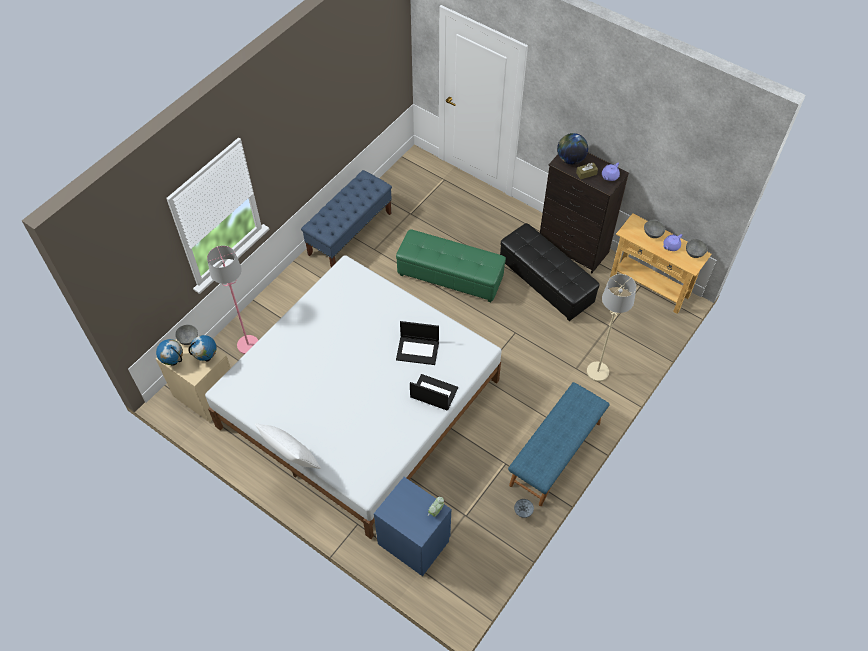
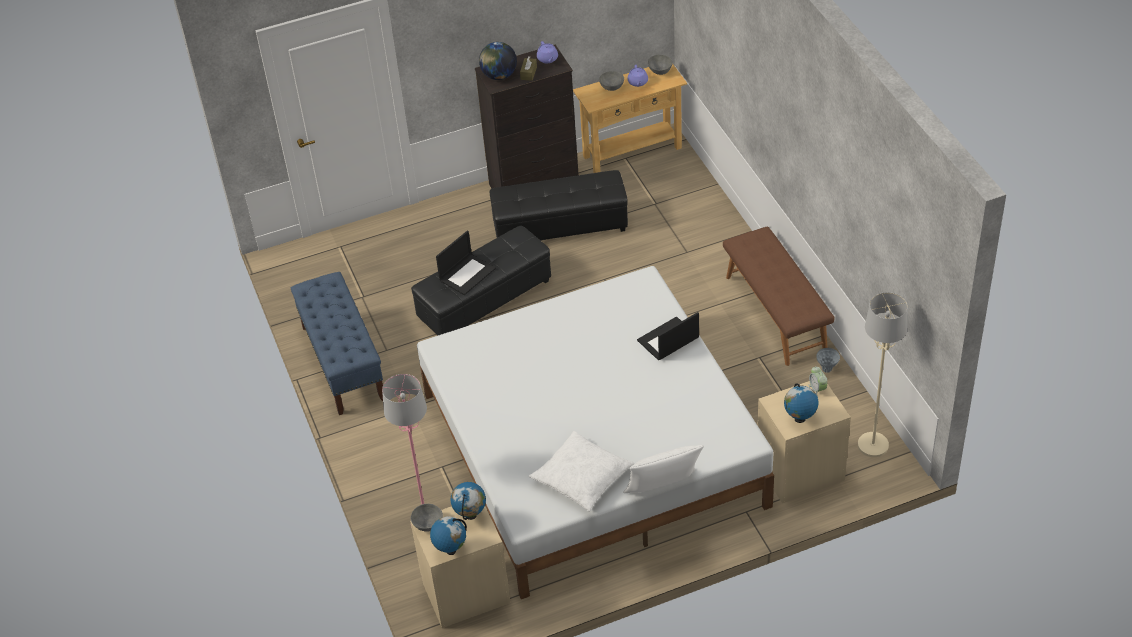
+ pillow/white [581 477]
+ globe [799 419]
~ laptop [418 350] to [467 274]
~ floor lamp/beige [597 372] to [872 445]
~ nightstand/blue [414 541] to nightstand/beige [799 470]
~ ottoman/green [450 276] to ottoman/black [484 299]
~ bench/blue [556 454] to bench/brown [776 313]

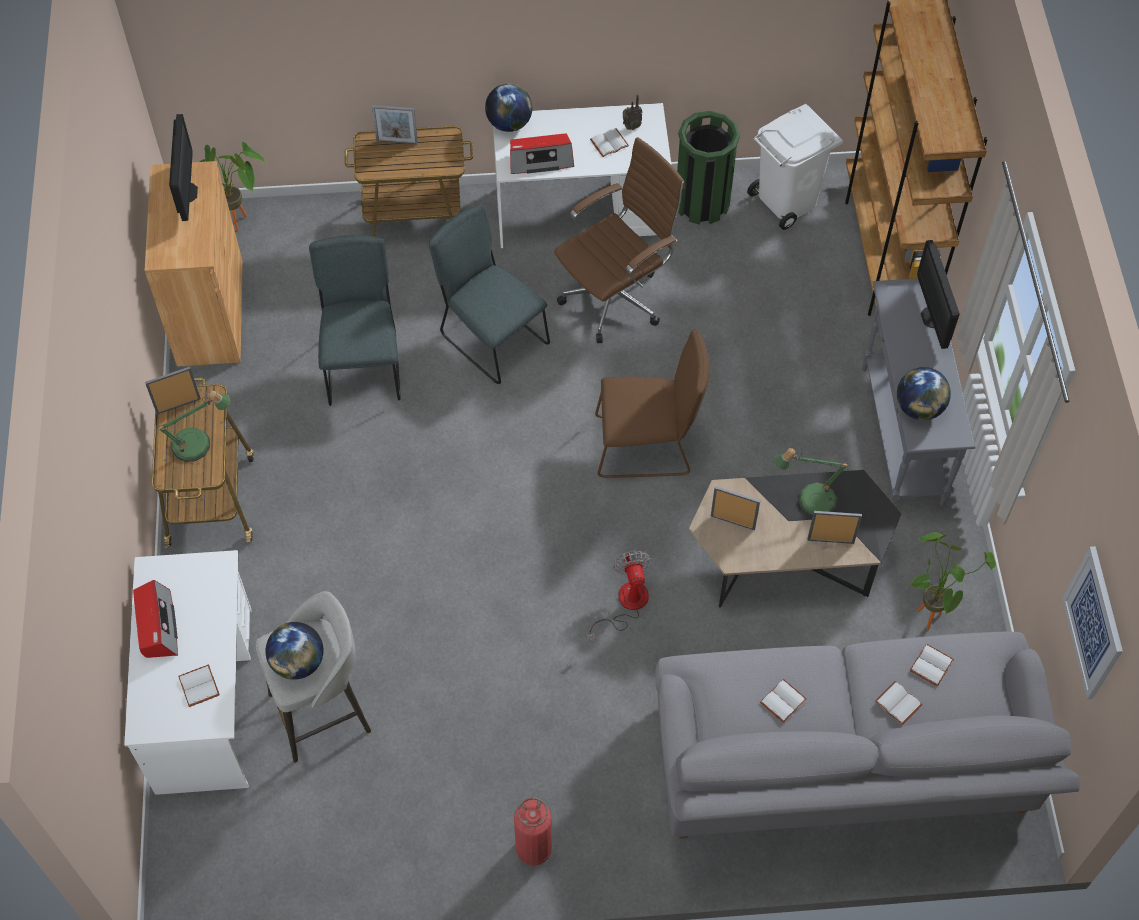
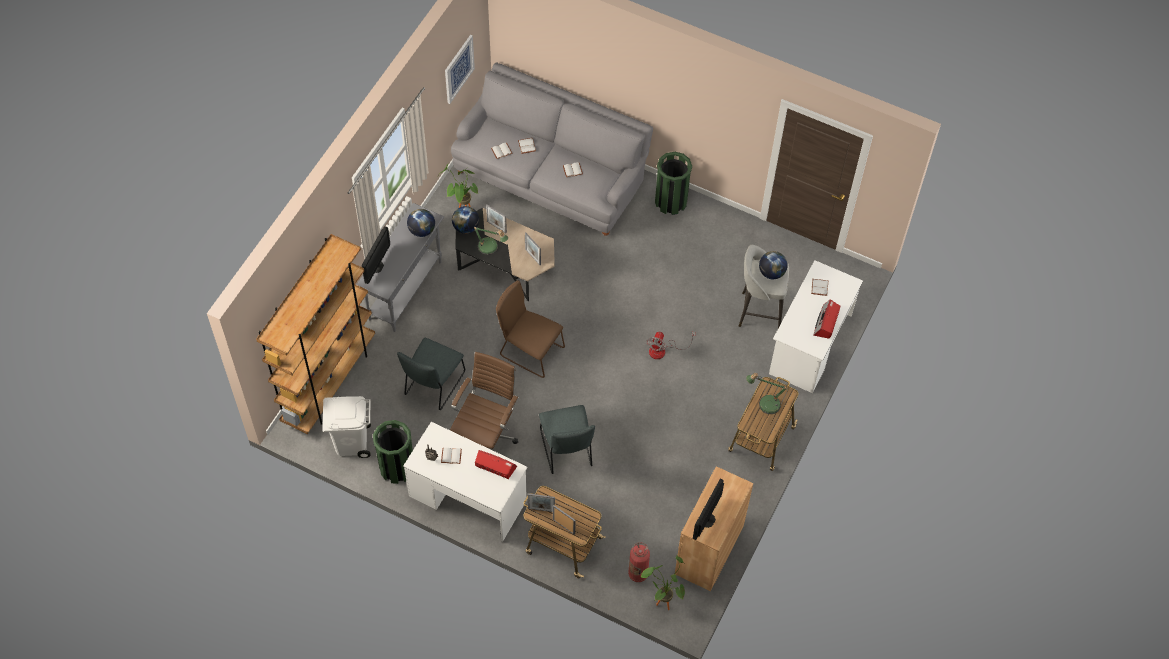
+ trash can/green [671 201]
~ picture frame [178 405] to [541 509]
~ chair/grey [363 364] to [433 386]
~ globe [509 123] to [466 227]
~ fire extinguisher [533 849] to [638 574]
~ fan [625 604] to [663 350]
~ office chair/brown [616 298] = [486 437] 120 degrees clockwise

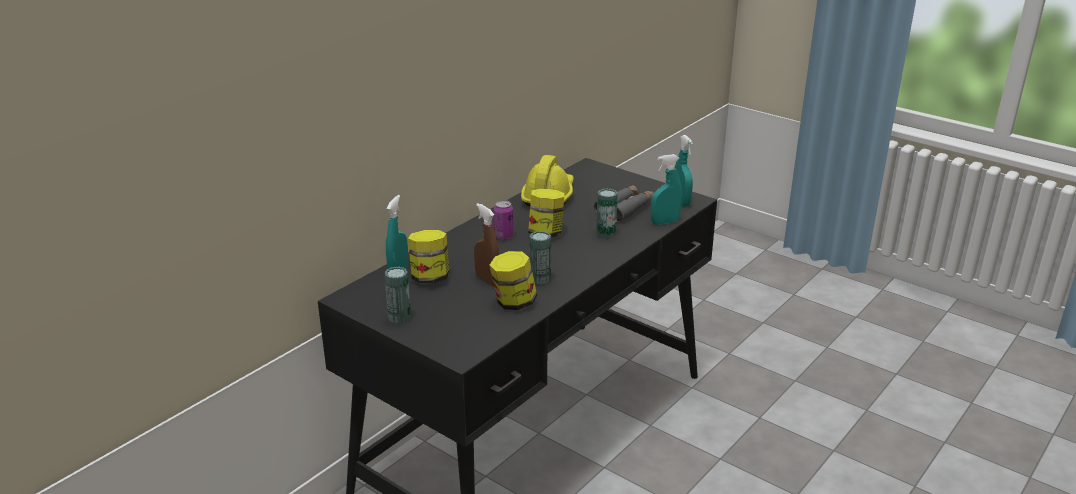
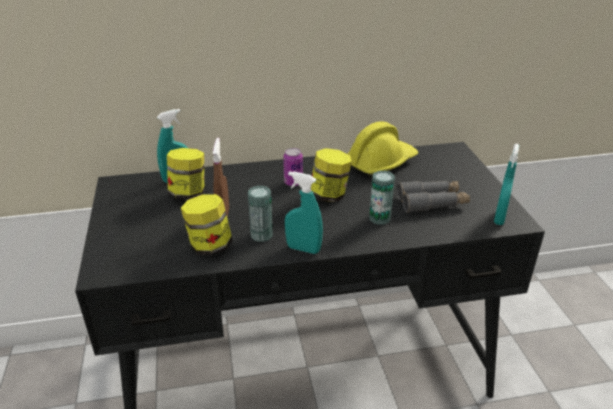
- can [399 318]
~ spray bottle/turquoise [664 222] to [303 249]

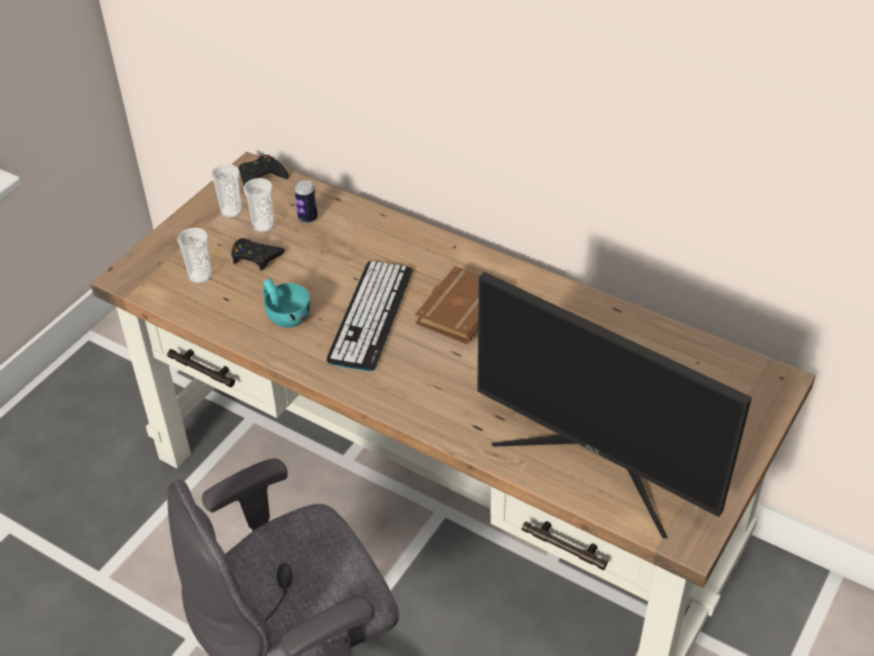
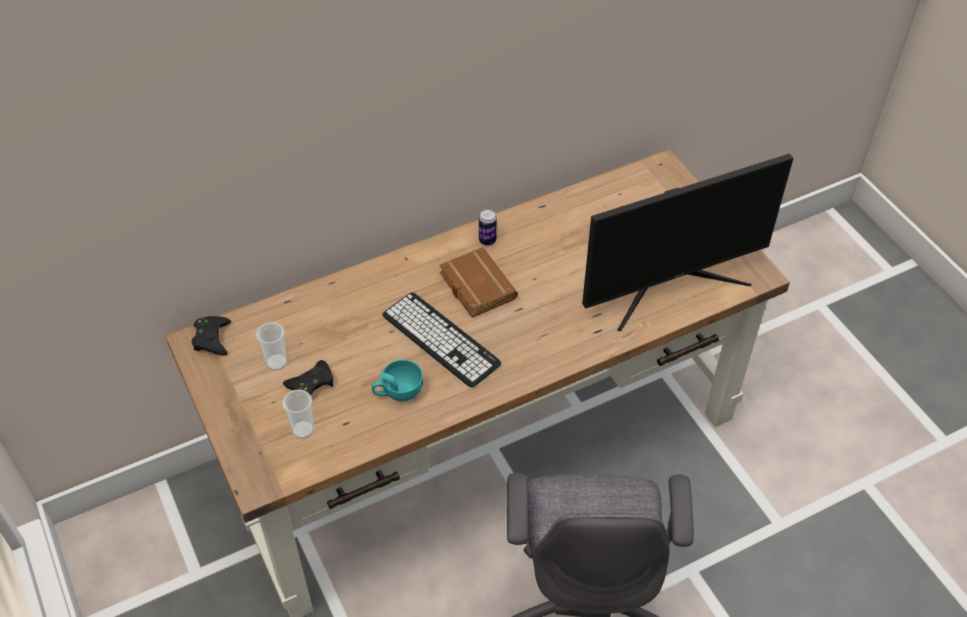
- cup [231 211]
~ can [308 218] to [487 240]

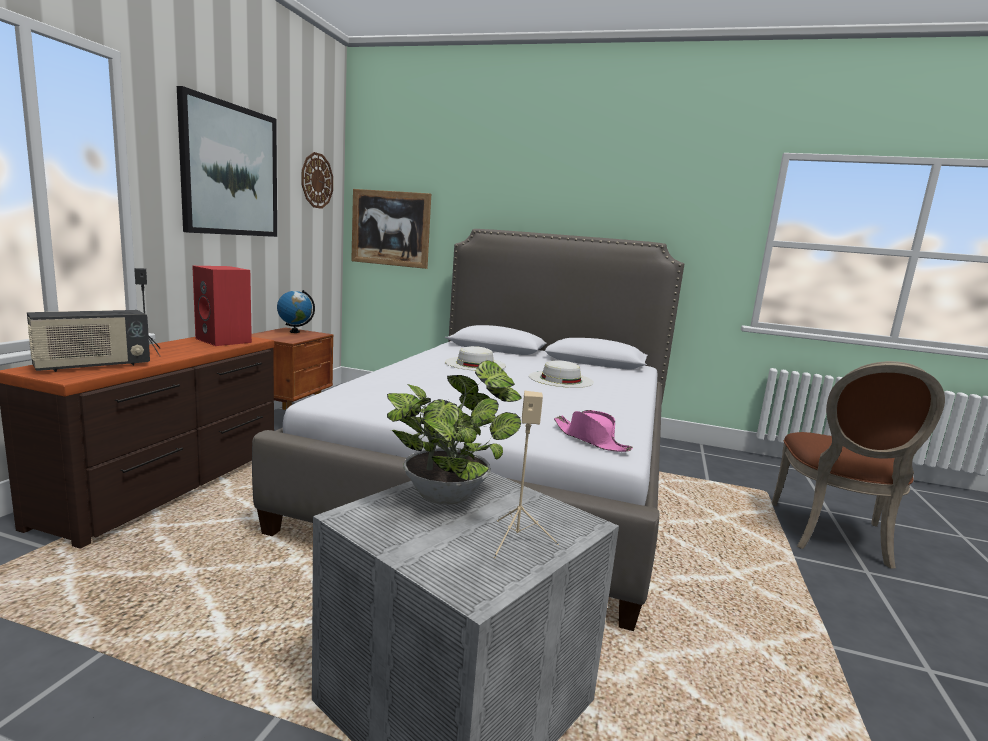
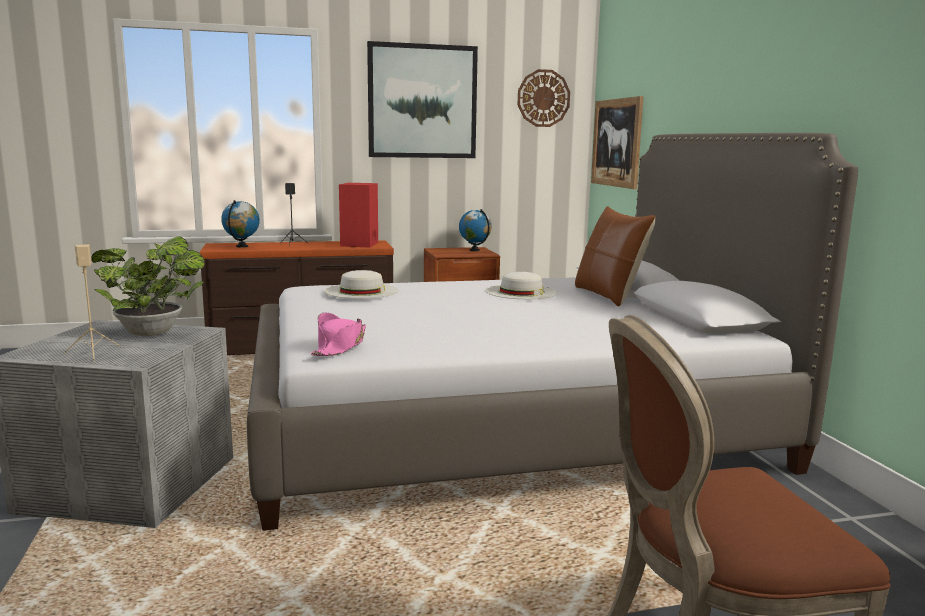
+ pillow/brown [608 295]
~ hat/white [561 379] to [362 291]
~ radio [92 366] to globe [242 246]

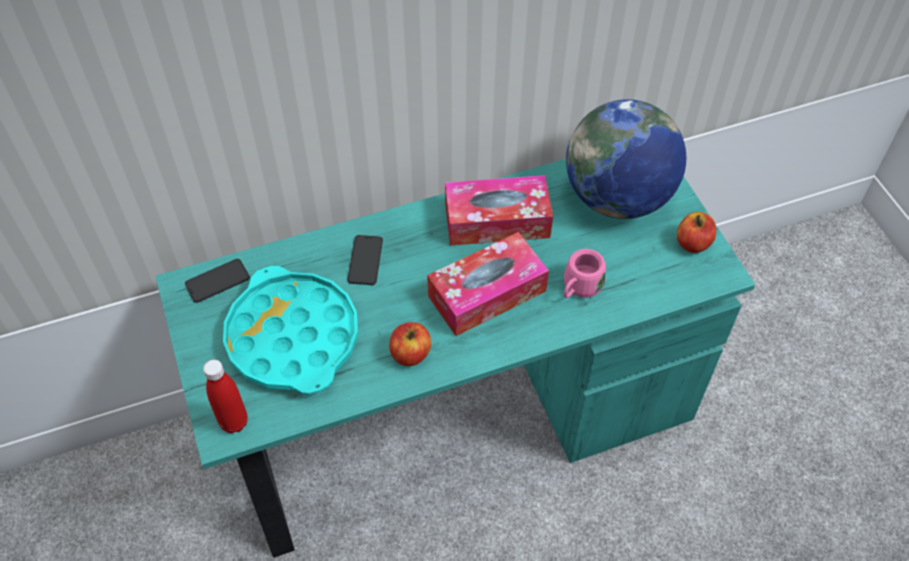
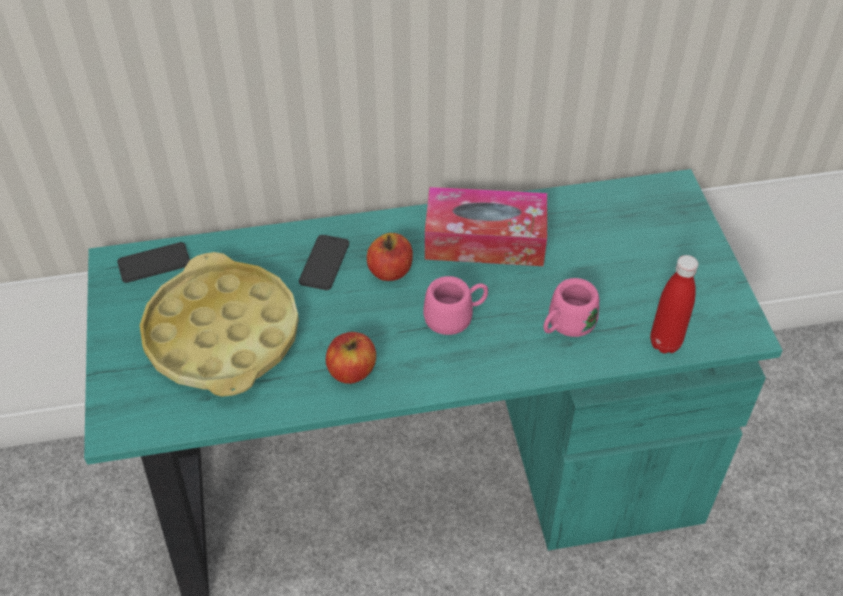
- globe [617 197]
~ bottle/red [234 422] to [665 343]
~ apple [693 243] to [390 271]
~ tissue box [487 293] to mug/pink [456 317]
~ tray/turquoise [293 337] to tray/yellow [222 334]

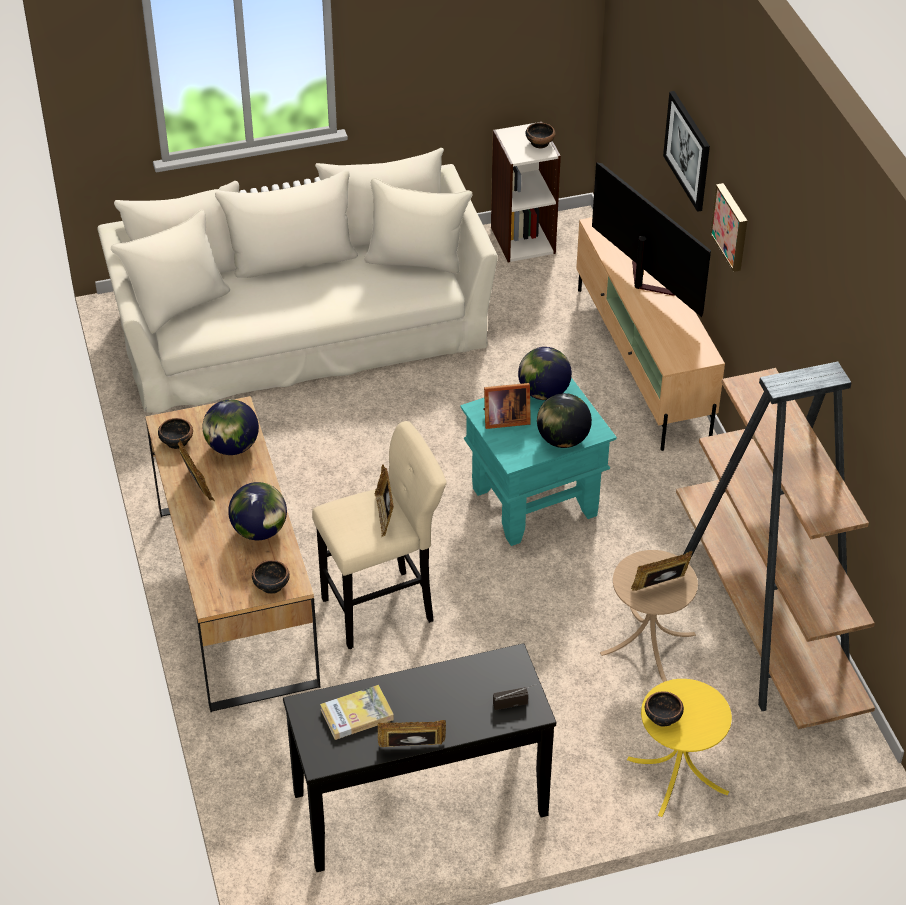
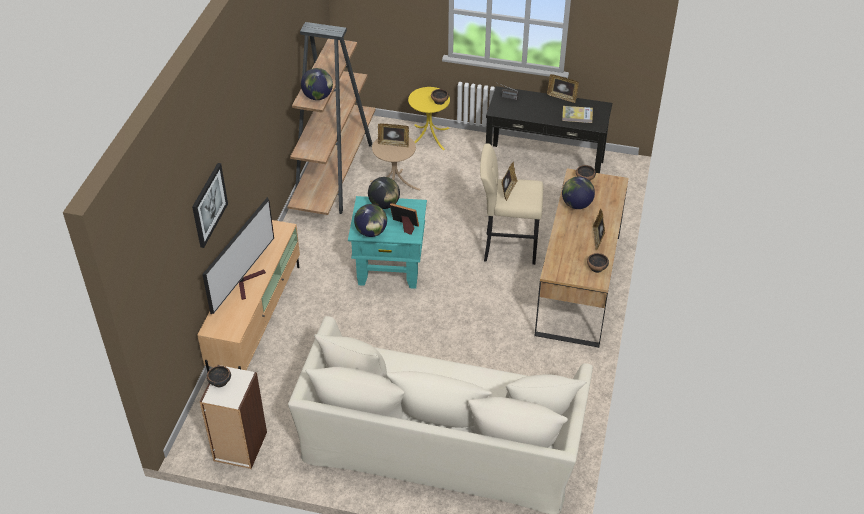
- picture [732 226]
~ globe [232 447] to [318 97]
~ television [643 281] = [247 282] 150 degrees counterclockwise

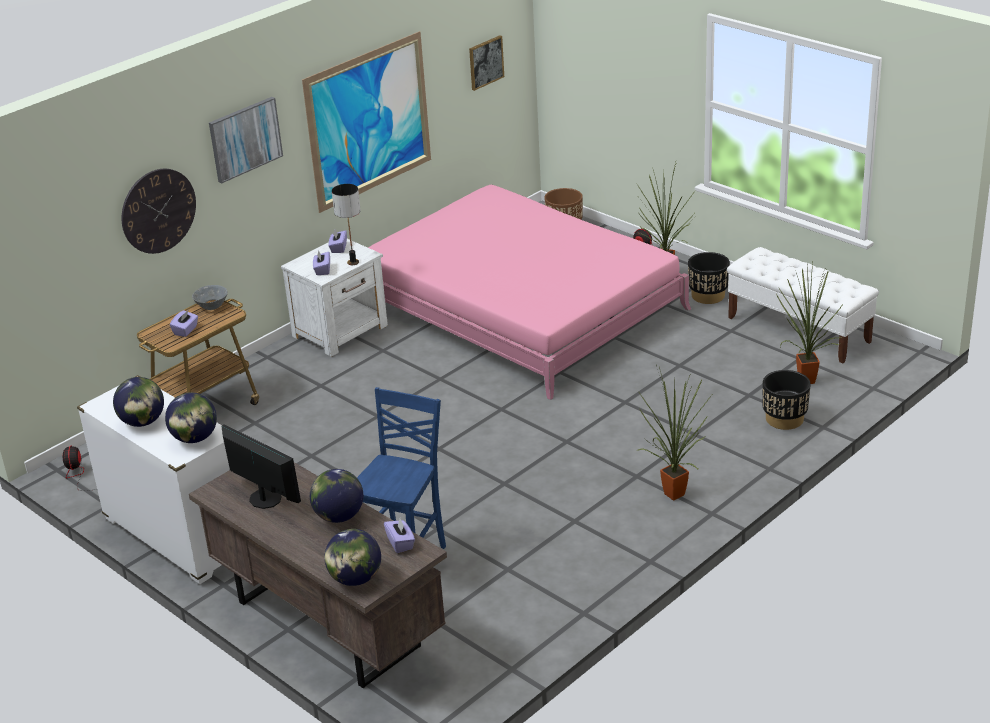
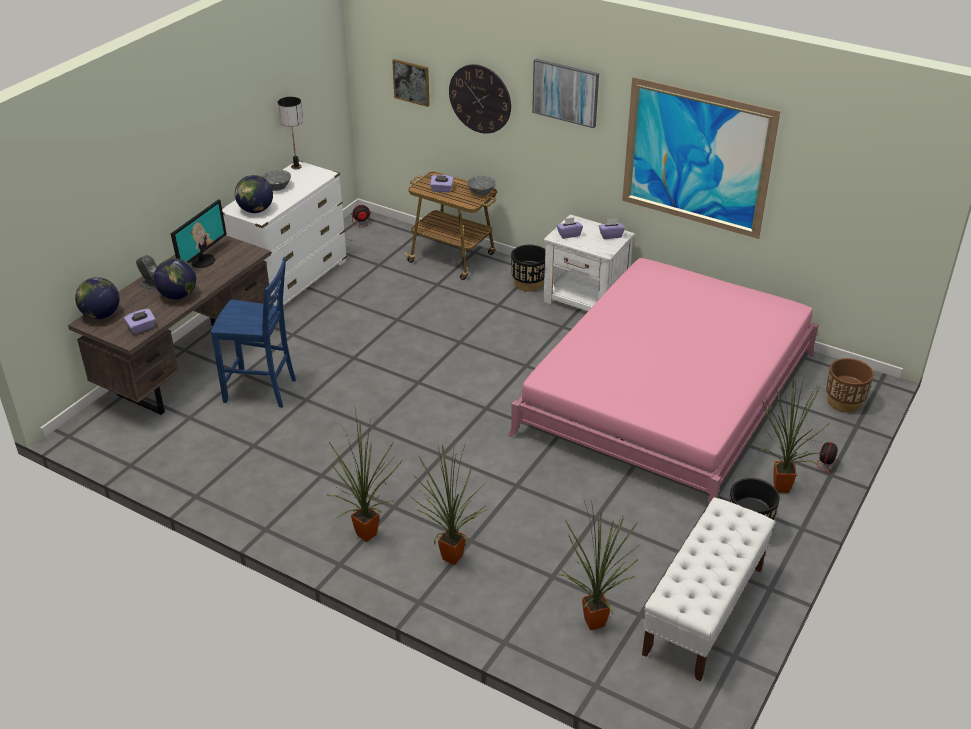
+ speaker/grey [150 284]
+ potted plant [449 560]
~ table lamp [353 262] to [296 167]
~ picture [485 62] to [411 82]
~ planter/black [784 419] to [529 283]
~ globe [142 422] to bowl/grey [277 187]

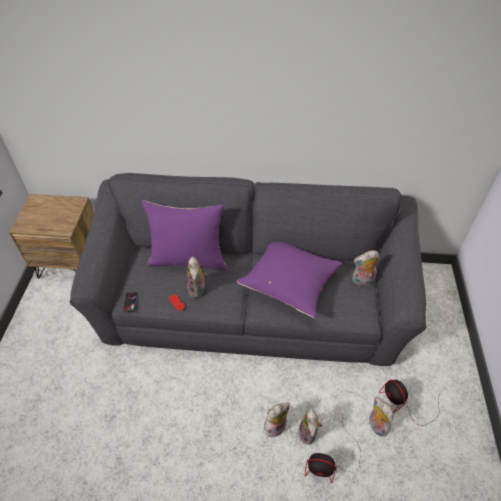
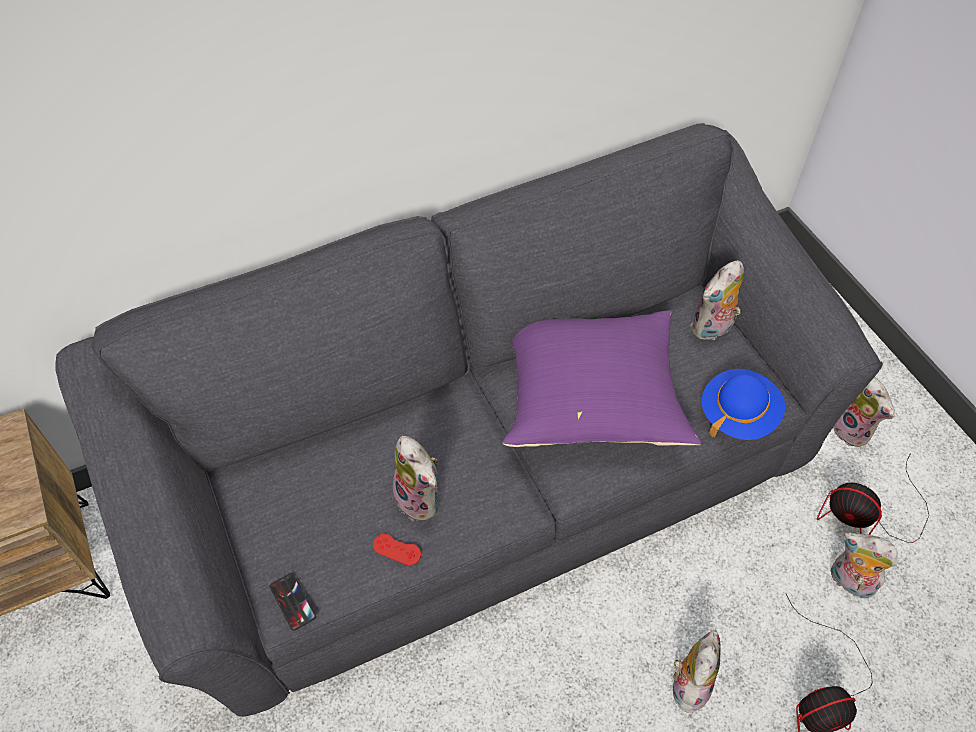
- pillow/purple [188 259]
+ hat/blue [738 414]
~ plush toy [308 434] to [853 430]

